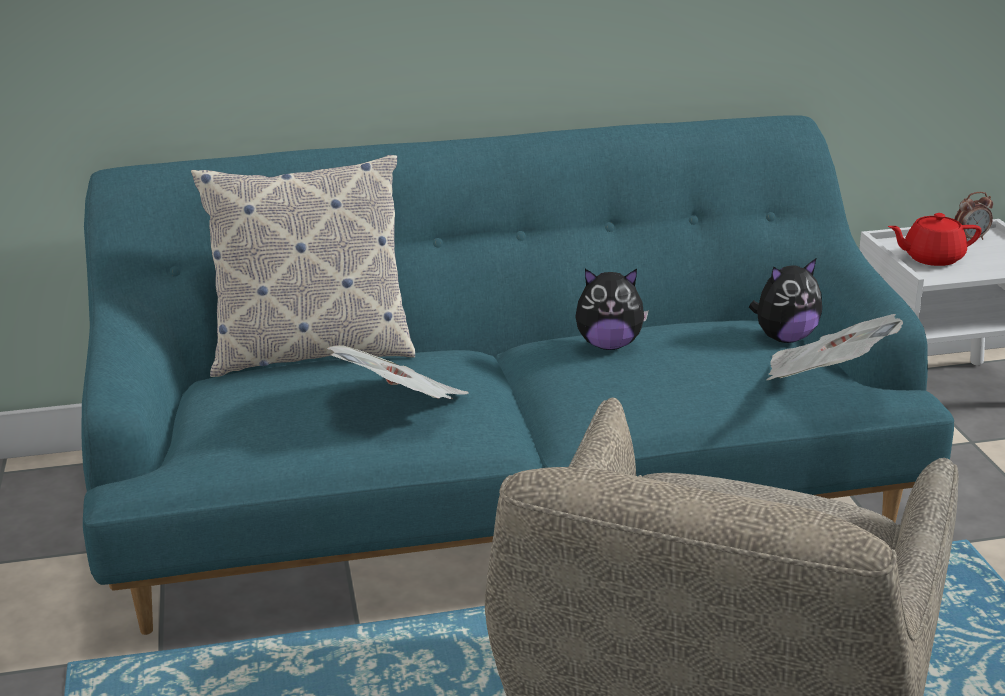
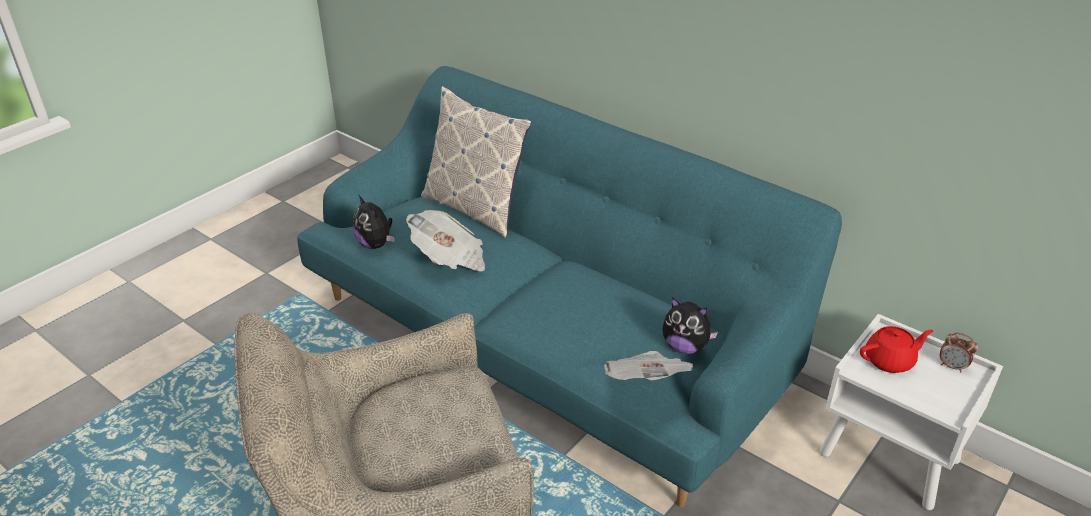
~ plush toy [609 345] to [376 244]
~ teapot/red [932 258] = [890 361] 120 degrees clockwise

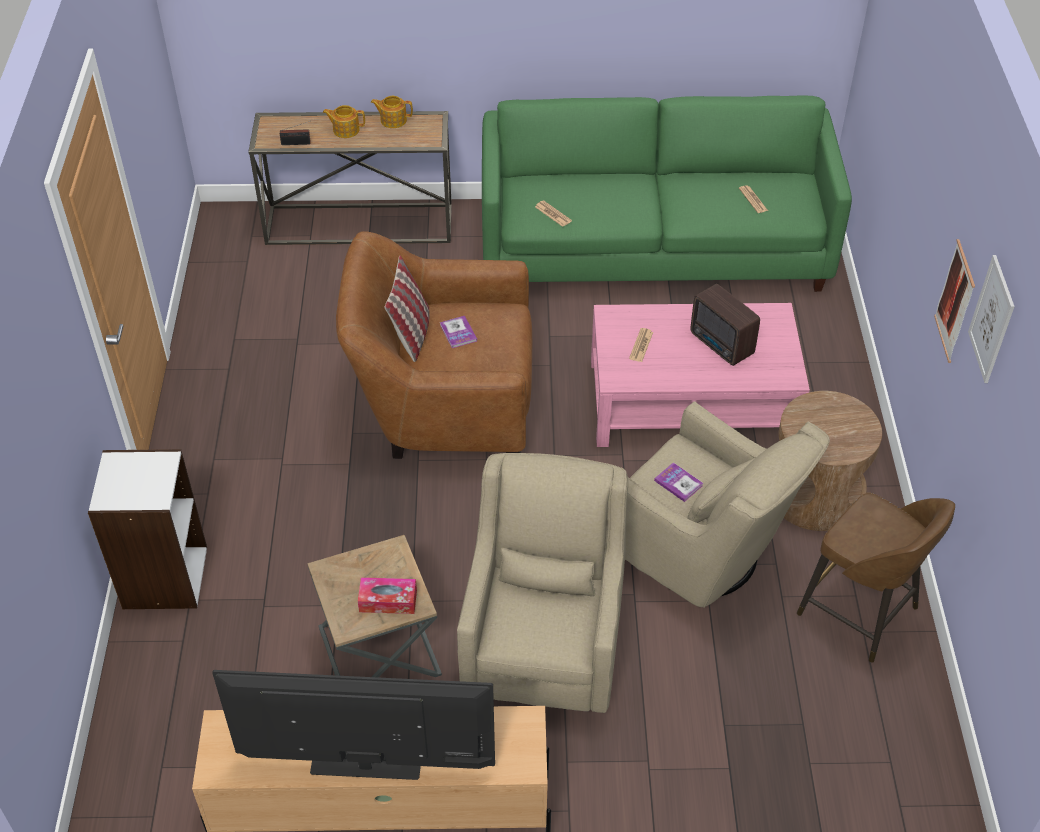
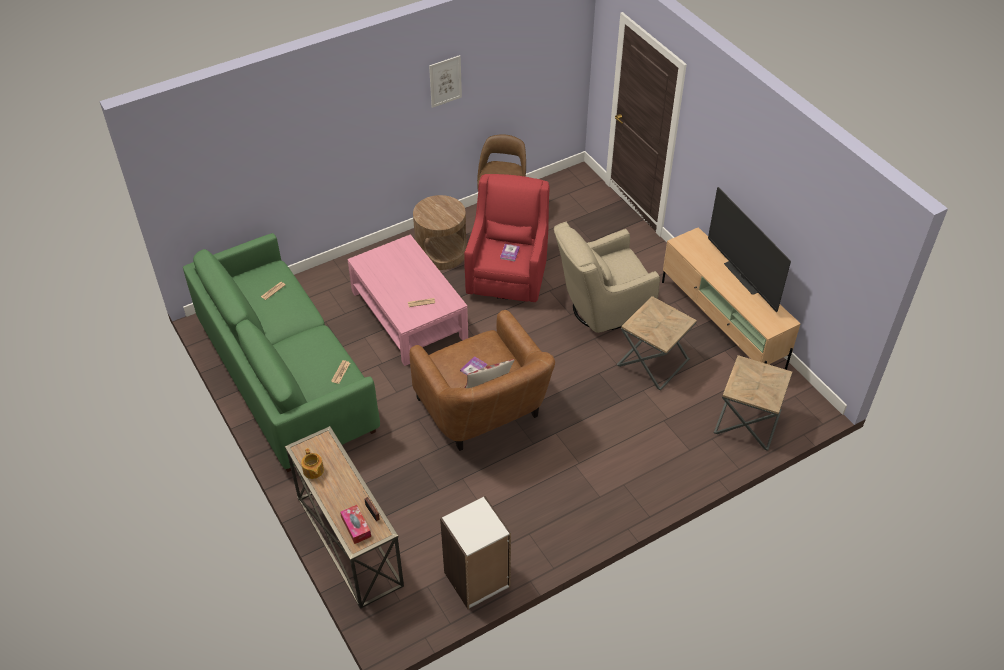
- teapot [345 130]
- radio [721 345]
- picture [955 301]
+ side table/brown [747 422]
~ bookcase/white [164 577] to [477 580]
~ tissue box [388 601] to [356 527]
~ armchair/beige [704 555] to armchair/red [508 276]

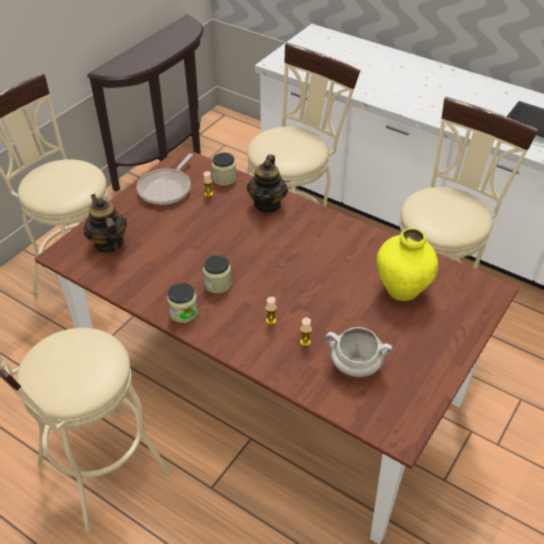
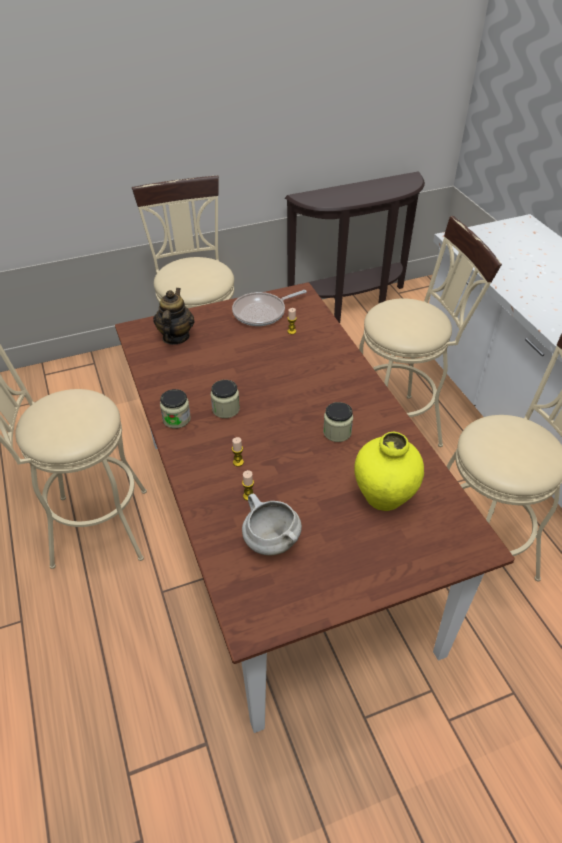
- teapot [267 204]
~ jar [224 178] to [337 432]

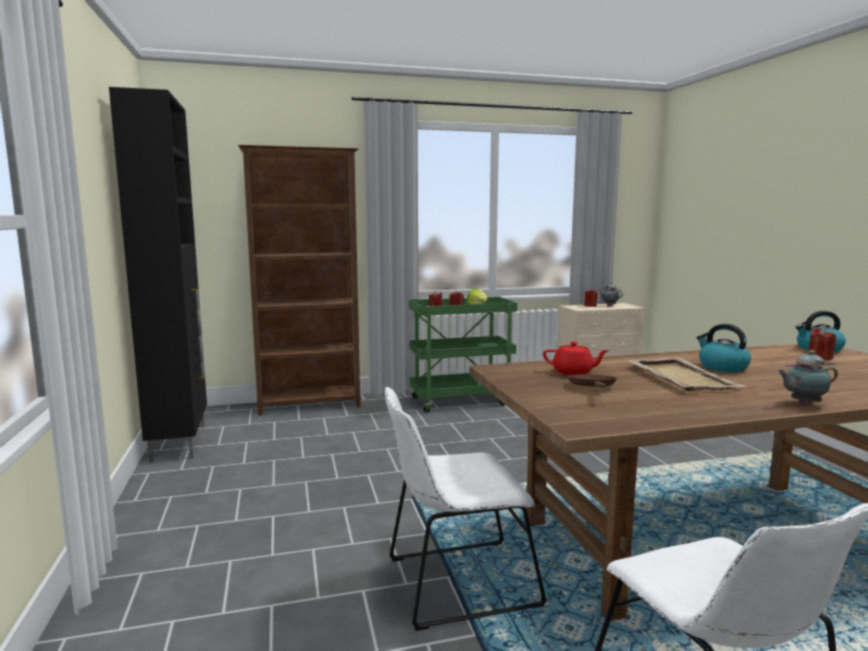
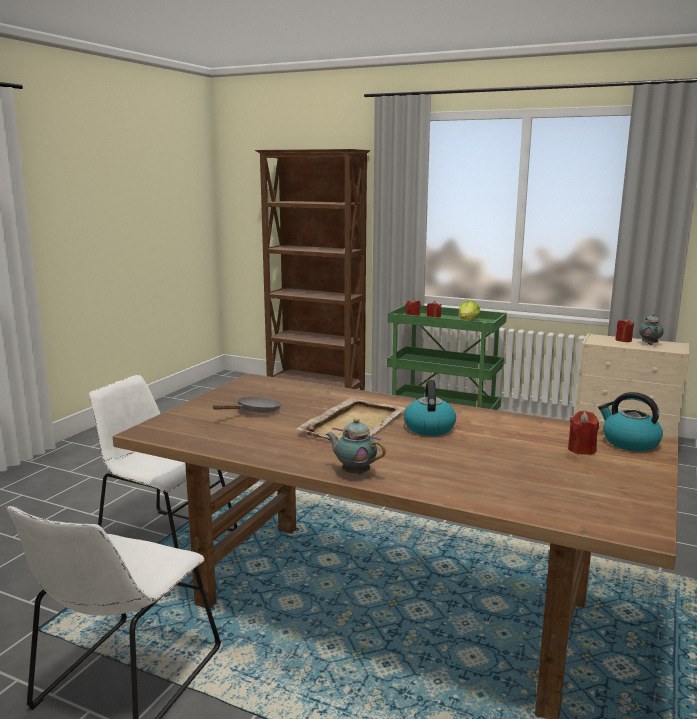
- cabinet/black [180 441]
- teapot/red [573 372]
~ frying pan/brown [592 388] to frying pan/grey [255 412]

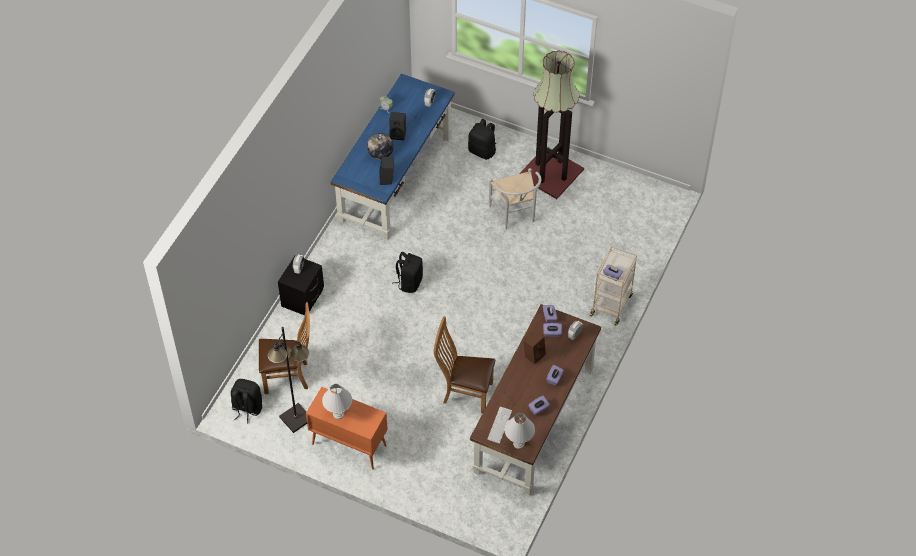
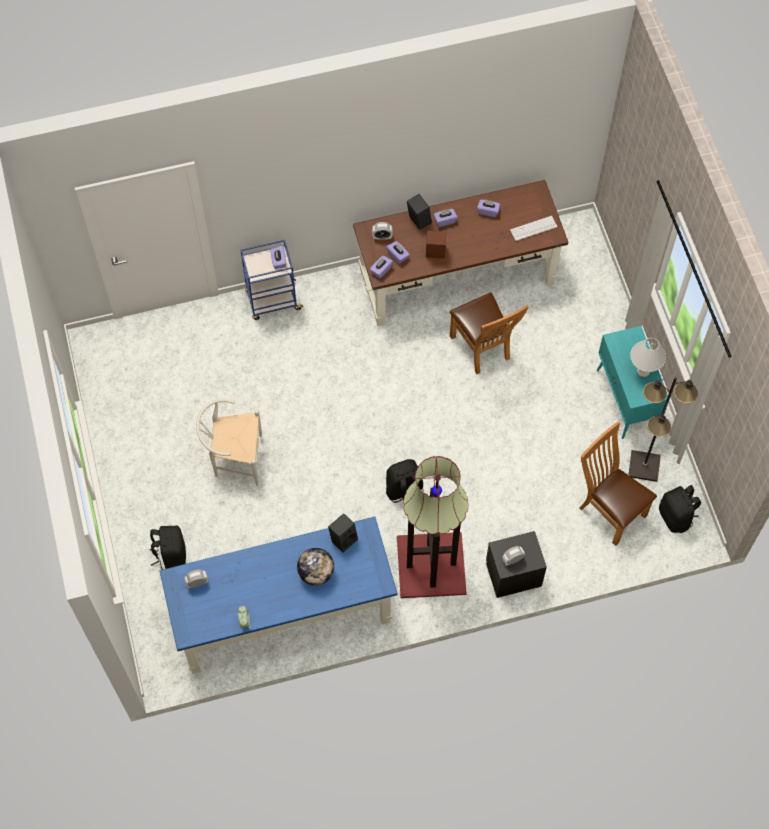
- table lamp/white [518 444]
~ speaker/black [398 134] to [418 220]
~ floor lamp [552 173] to [430 564]
~ cabinet/orange [348 445] to cabinet/turquoise [626 401]
~ cart/beige [611 304] to cart/blue [272 301]
~ chair/white [515 215] = [234 459] 120 degrees counterclockwise

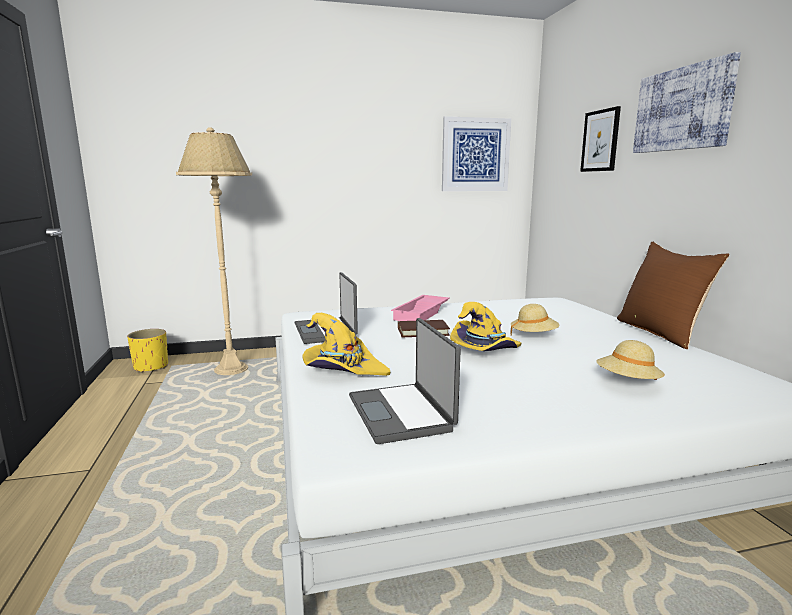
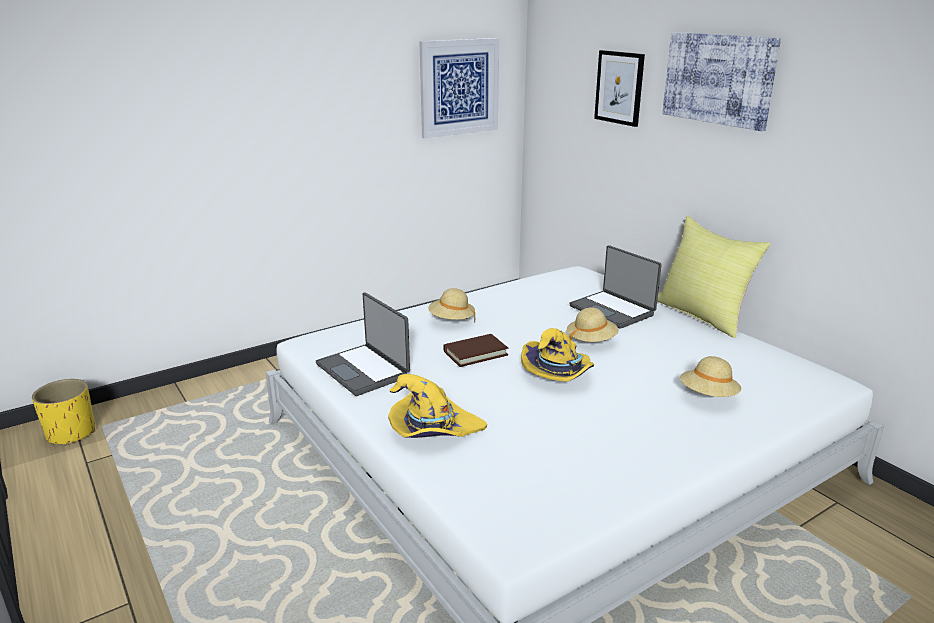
- floor lamp/beige [231 369]
~ laptop [402 413] to [613 310]
~ tray/pink [422 313] to hat/beige [451 320]
~ pillow/brown [661 333] to pillow/yellow [703 315]

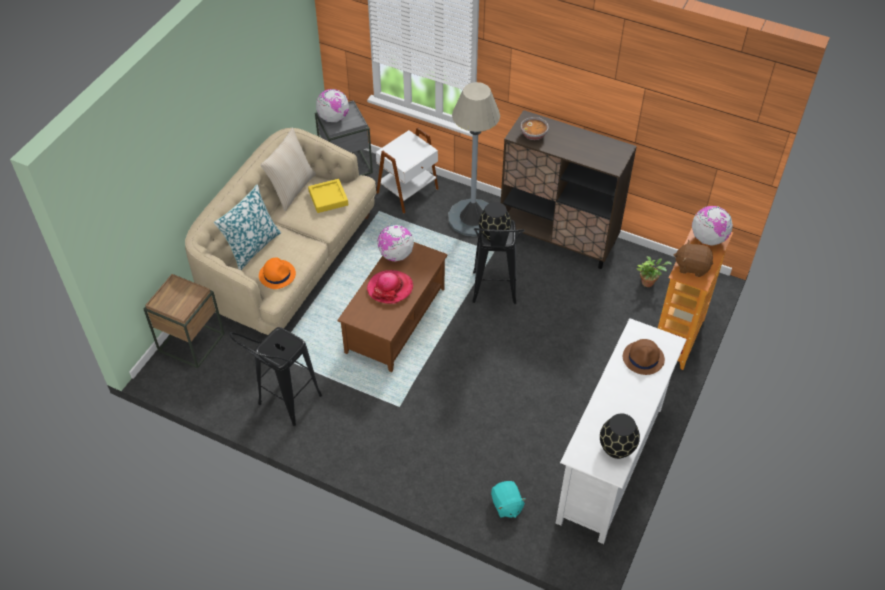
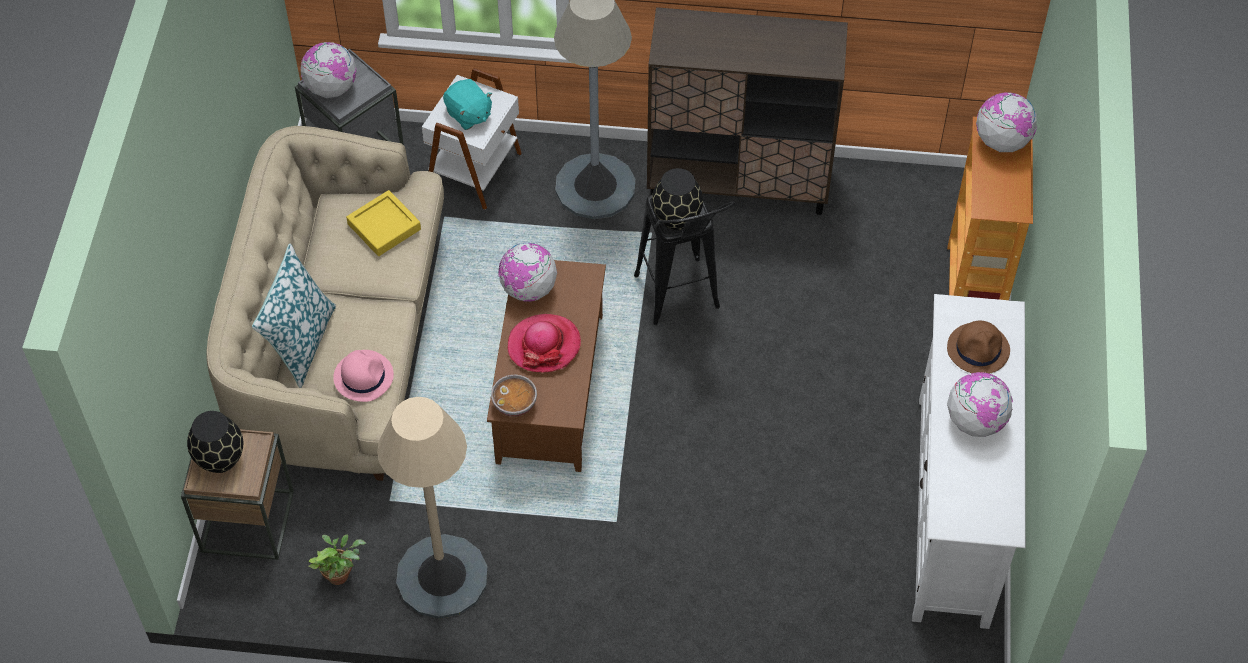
- pillow/beige [291 189]
- plush toy/brown [692 266]
+ globe [975 421]
~ plush toy/turquoise [506 505] to [468 114]
~ bowl [534 135] to [515 404]
~ vase/black [617 448] to [221 458]
~ potted plant [649 282] to [340 573]
~ stool/black [284 406] to floor lamp/beige [442 577]
~ hat/orange [277 274] to hat/pink [363 376]

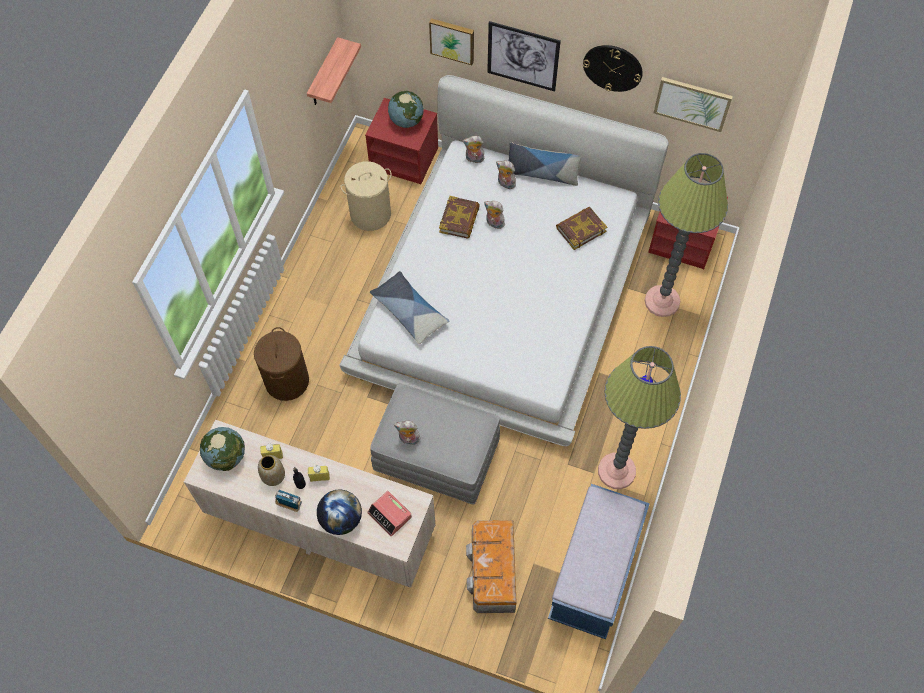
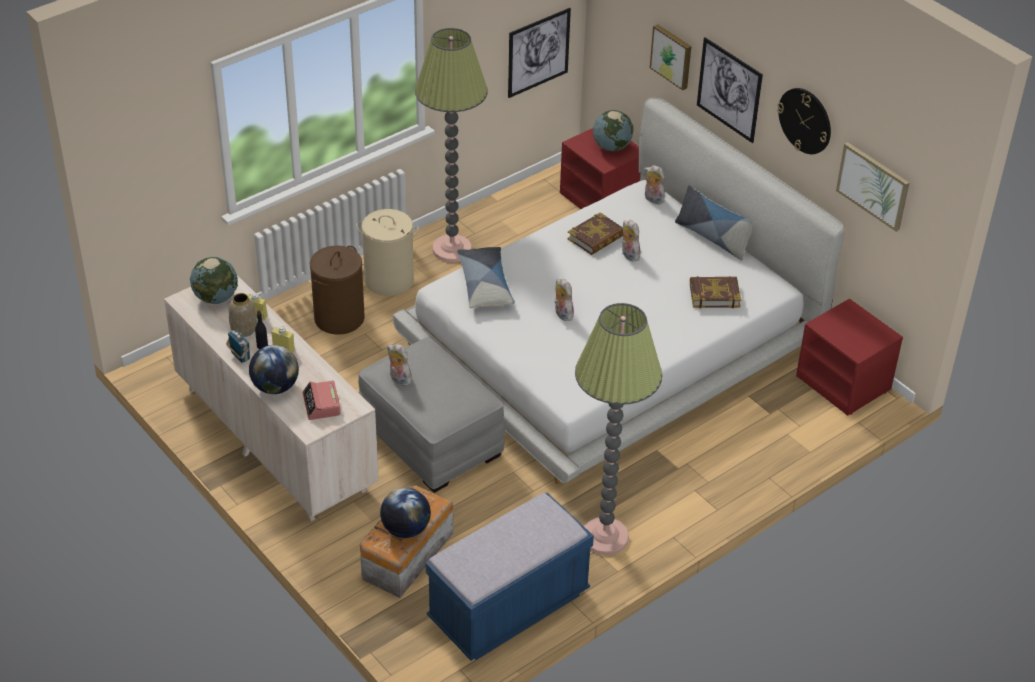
+ globe [405 529]
~ laundry basket/beige [371 214] to [389 280]
~ plush toy [505 184] to [562 314]
~ floor lamp [662 301] to [452 249]
~ shelf [323 75] to picture [538 52]

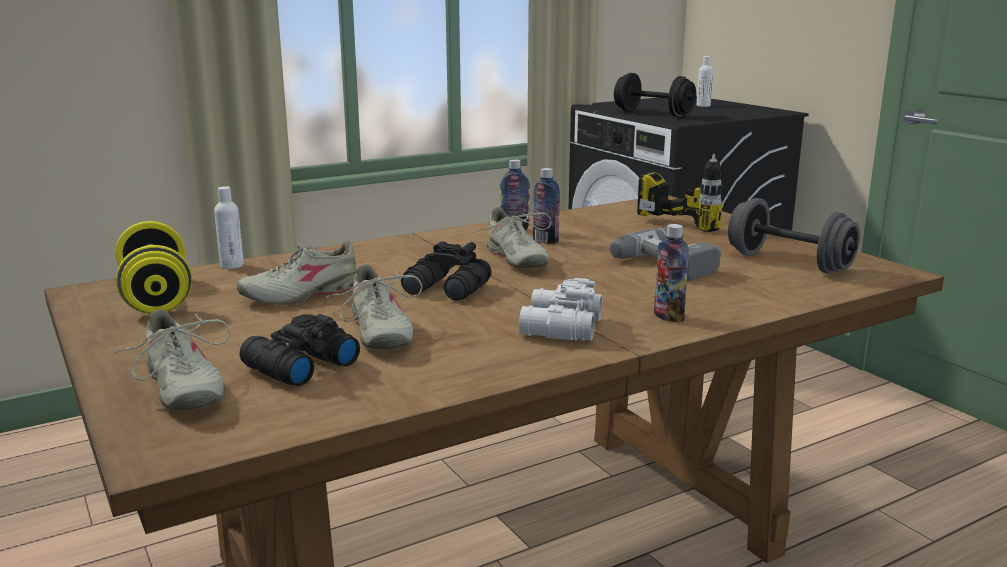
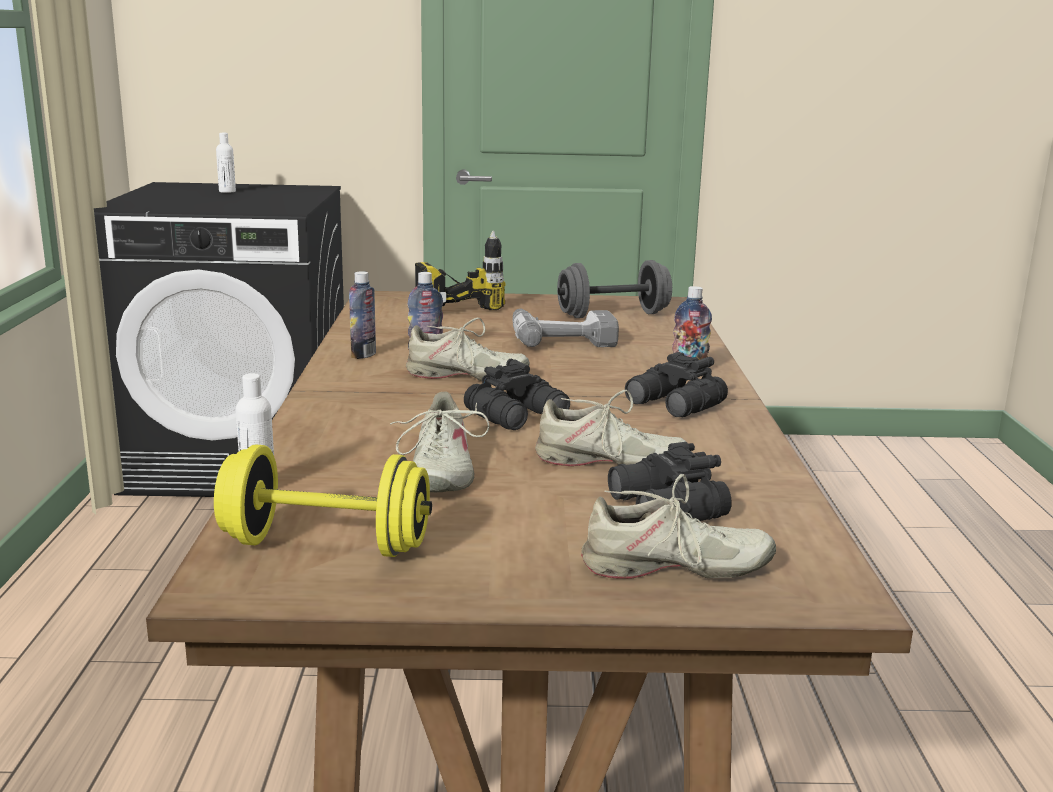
- dumbbell/black [653 114]
~ binoculars/white [559 328] to binoculars/black [675 405]

